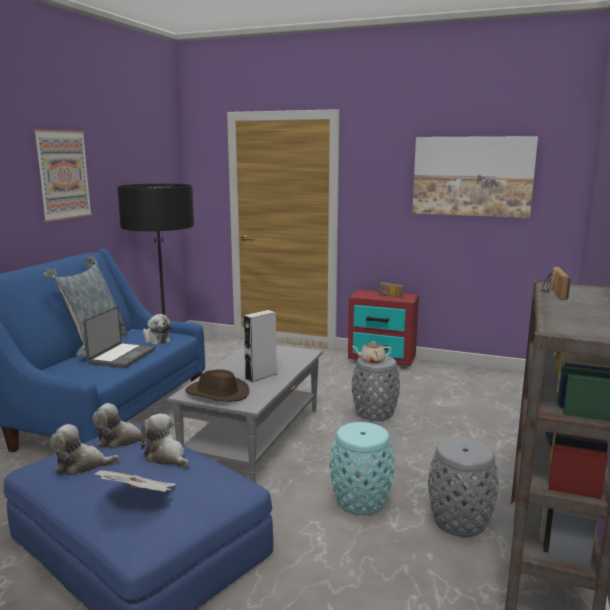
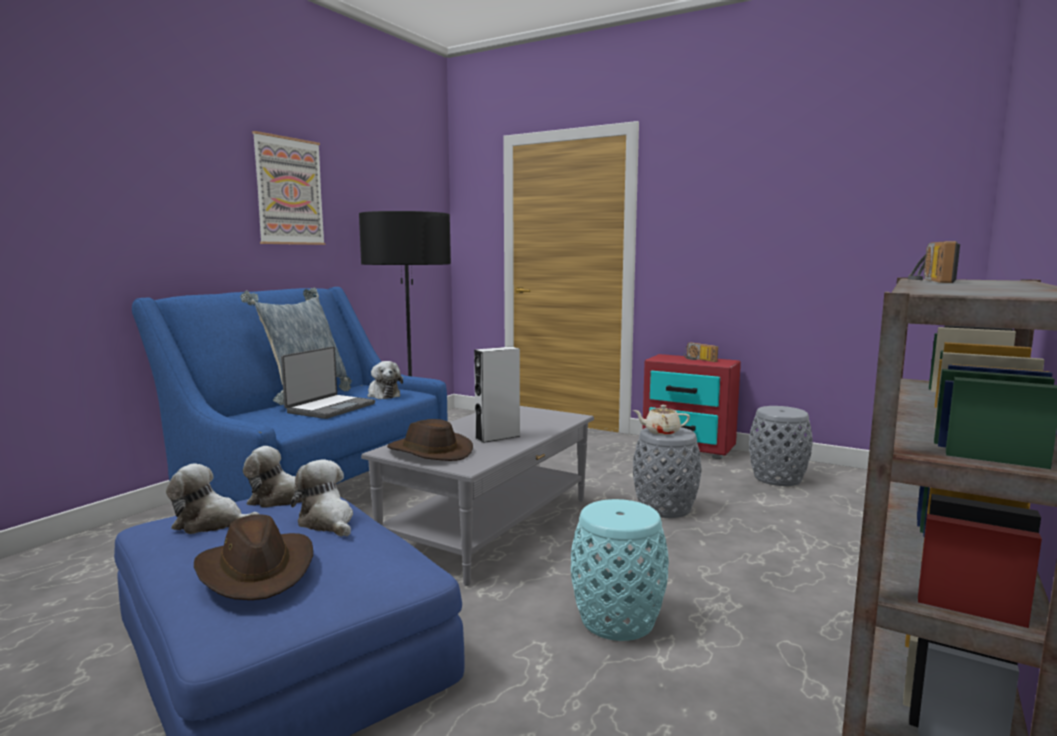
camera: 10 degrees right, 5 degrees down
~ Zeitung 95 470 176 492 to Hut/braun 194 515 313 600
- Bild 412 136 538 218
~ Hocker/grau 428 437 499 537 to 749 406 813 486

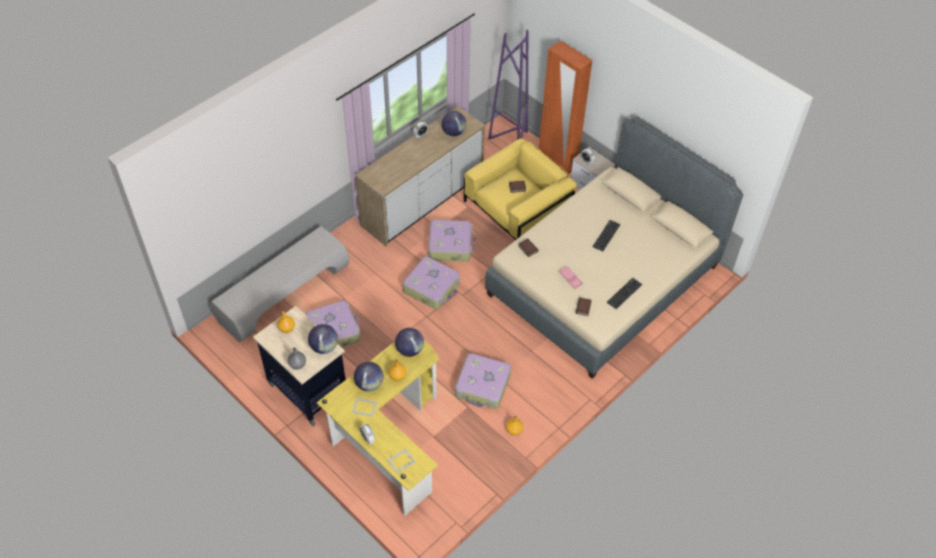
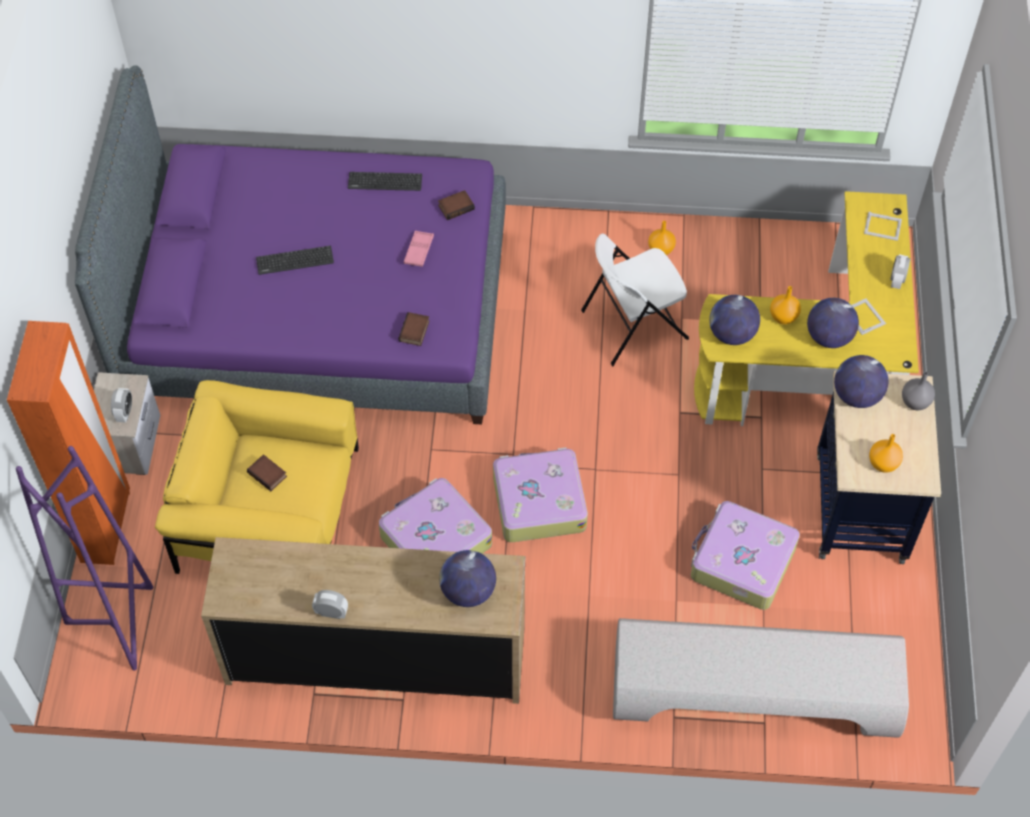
camera: 130 degrees left, 5 degrees up
~ Globus 441 111 466 136 to 439 550 496 607
~ Koffer 455 353 511 409 to Stuhl/weiß 581 233 689 366
~ Bett/beige 485 116 743 379 to Bett/lila 75 65 506 424

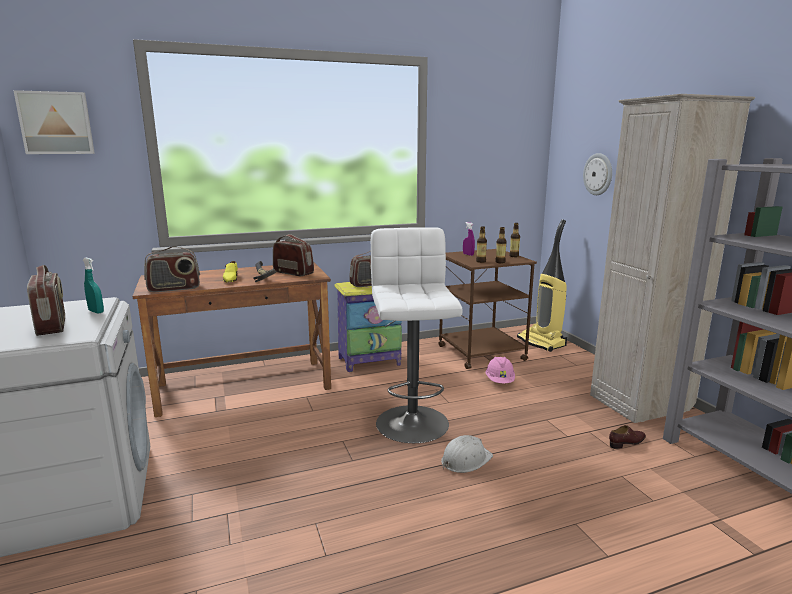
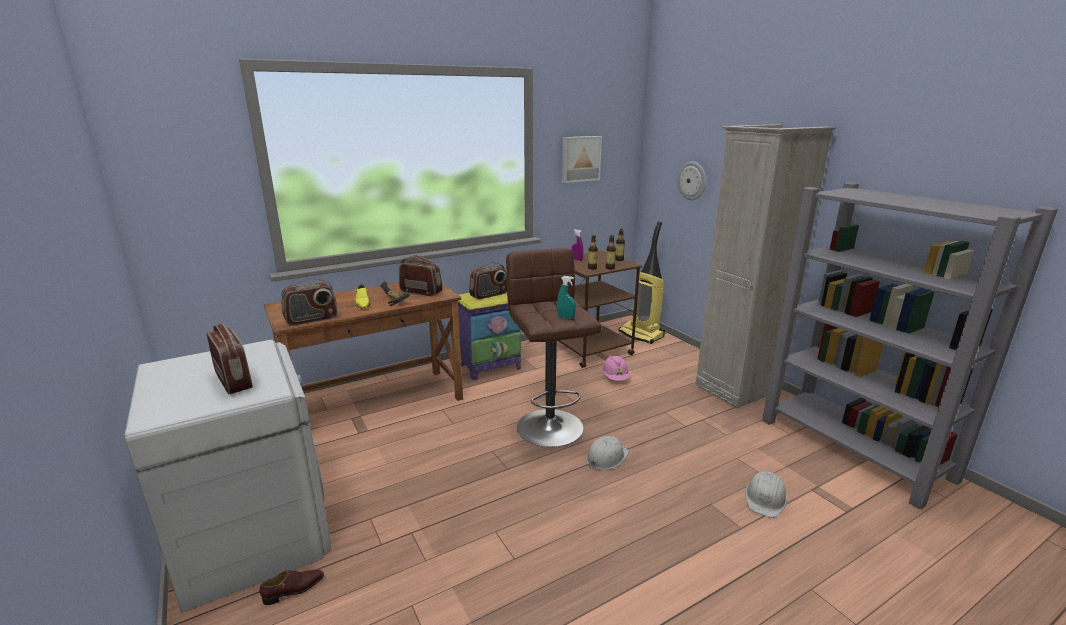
camera: 10 degrees left, 5 degrees up
~ Bild 13 90 95 154 to 562 136 602 183
~ Sprühflasche/türkis 83 258 104 313 to 557 276 575 319
~ Hocker/weiß 371 227 463 443 to Hocker/braun 506 248 601 447
~ Schuh/braun 609 425 646 449 to 260 569 324 605
+ Schutzhelm/weiß 745 471 787 518

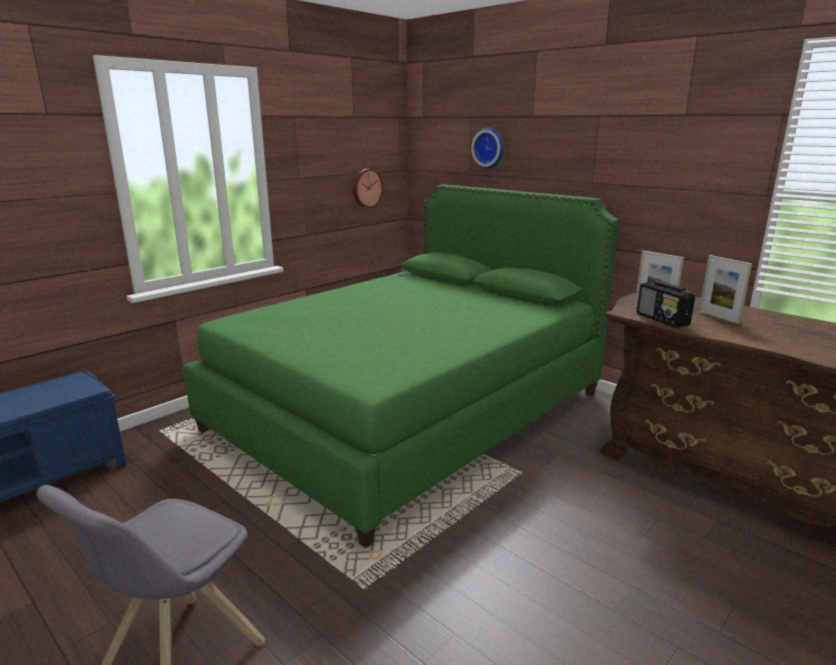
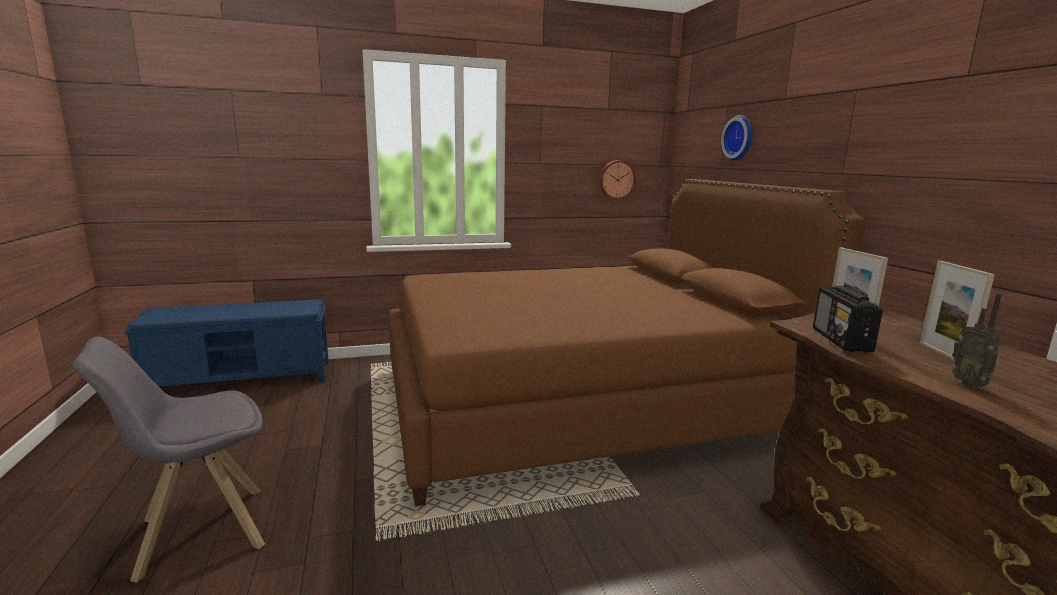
camera: 30 degrees right, 5 degrees down
~ Bett/grün 183 184 619 548 to Bett/braun 389 179 865 506
+ Radio 952 293 1002 387

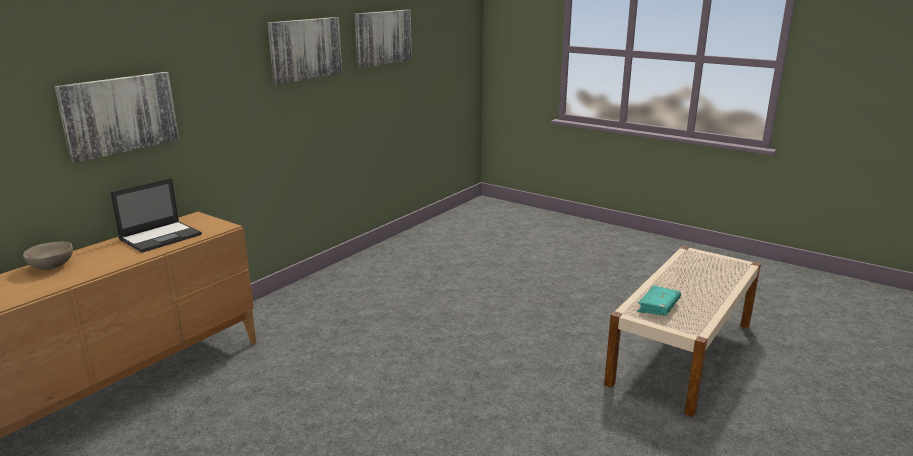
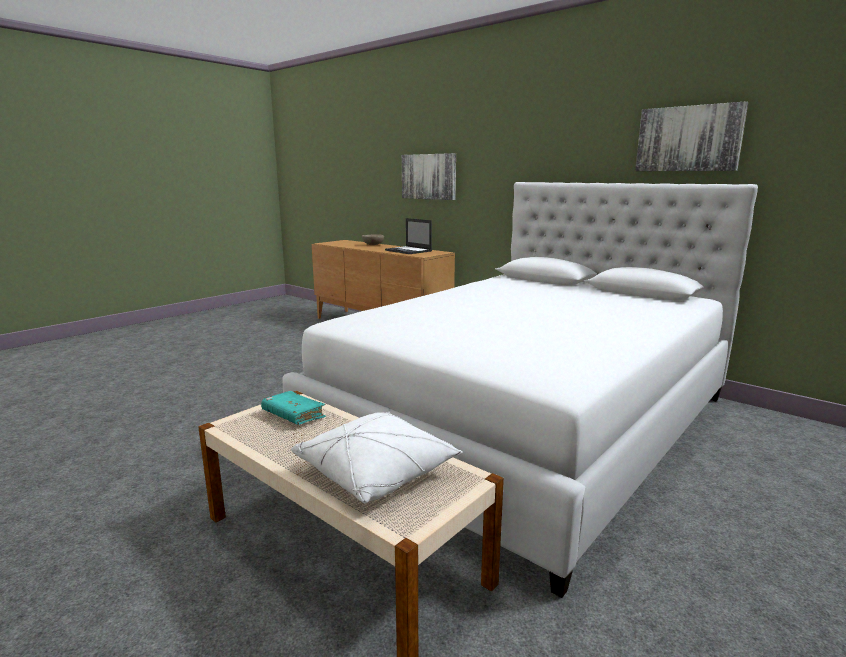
camera: 95 degrees right, 5 degrees down
- Bild 268 17 342 84
+ Bett/weiß 282 182 758 598
+ Kissen/weiß 291 412 463 503

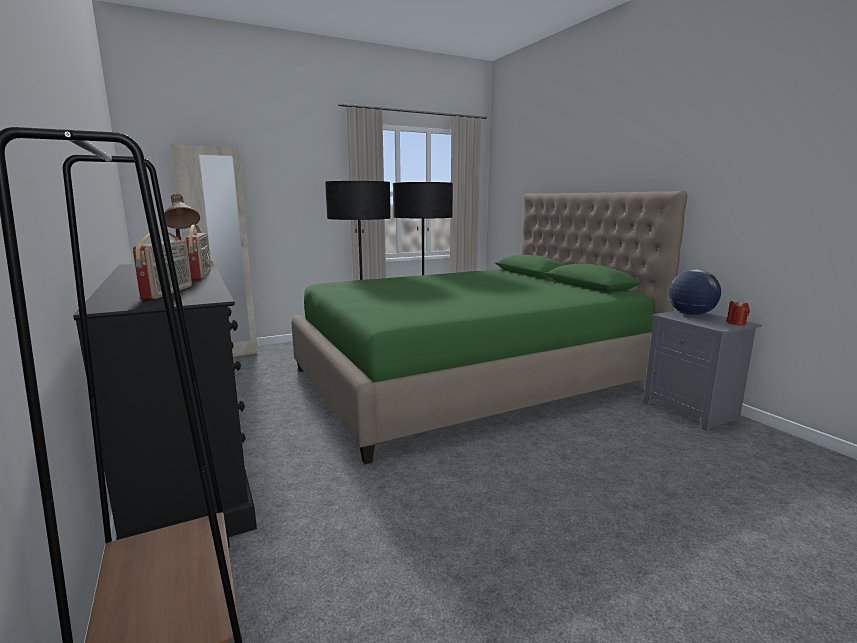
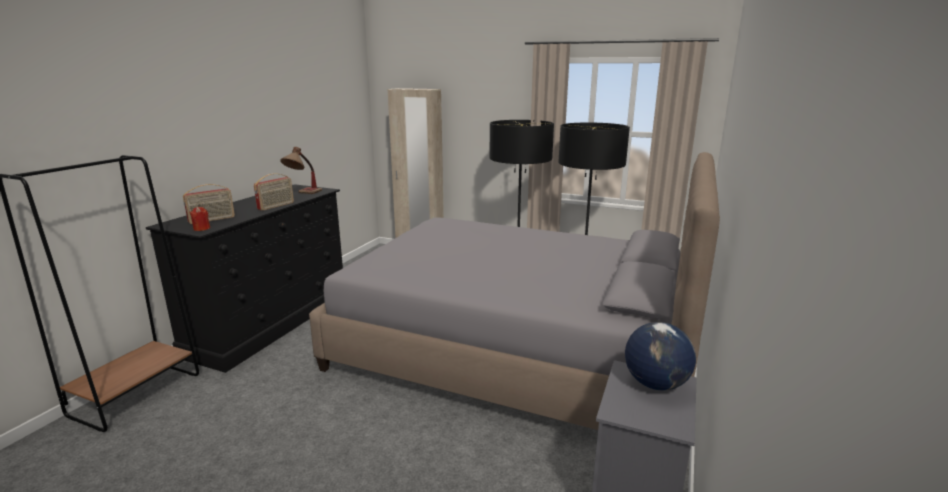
camera: 50 degrees right, 5 degrees up
~ Bett/grün 292 191 687 464 to Bett/grau 309 152 720 430
~ Kerze/rot 726 300 750 326 to 190 207 210 231

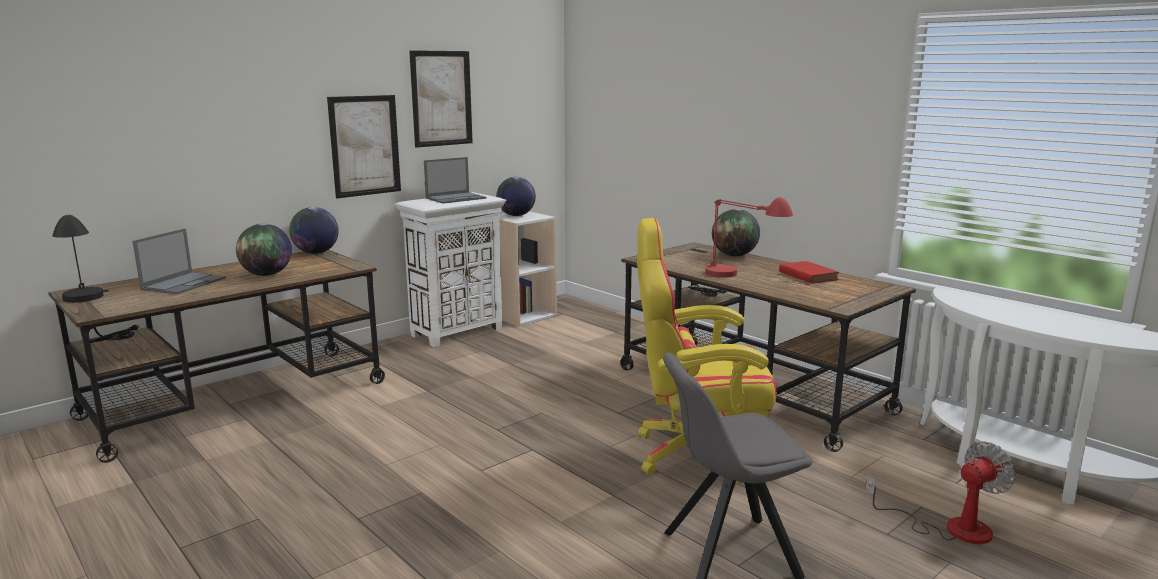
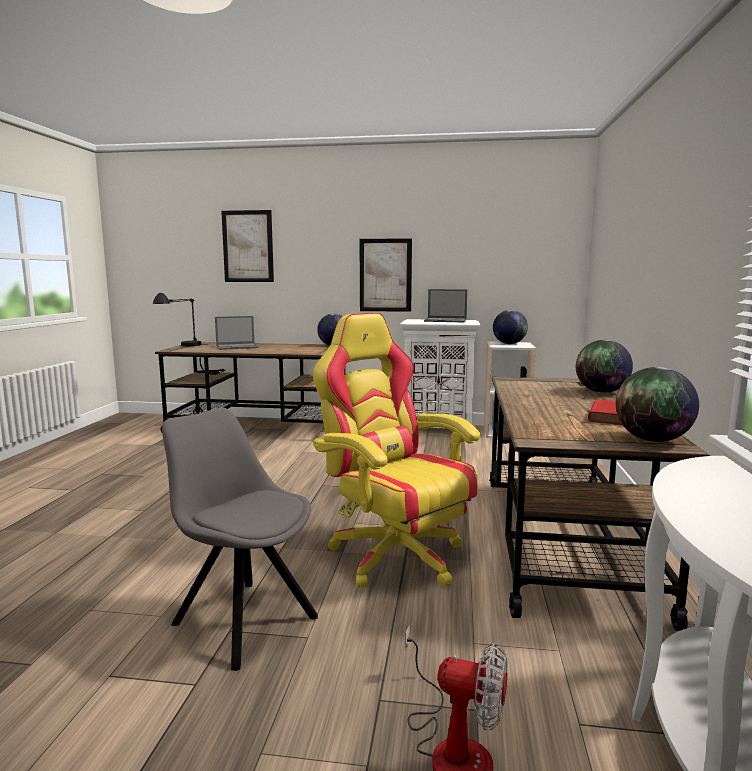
camera: 50 degrees right, 5 degrees down
~ Globus 236 224 292 276 to 616 367 699 442
~ Bild 409 50 473 148 to 221 210 274 282
- Tischlampe/rot 705 197 793 278

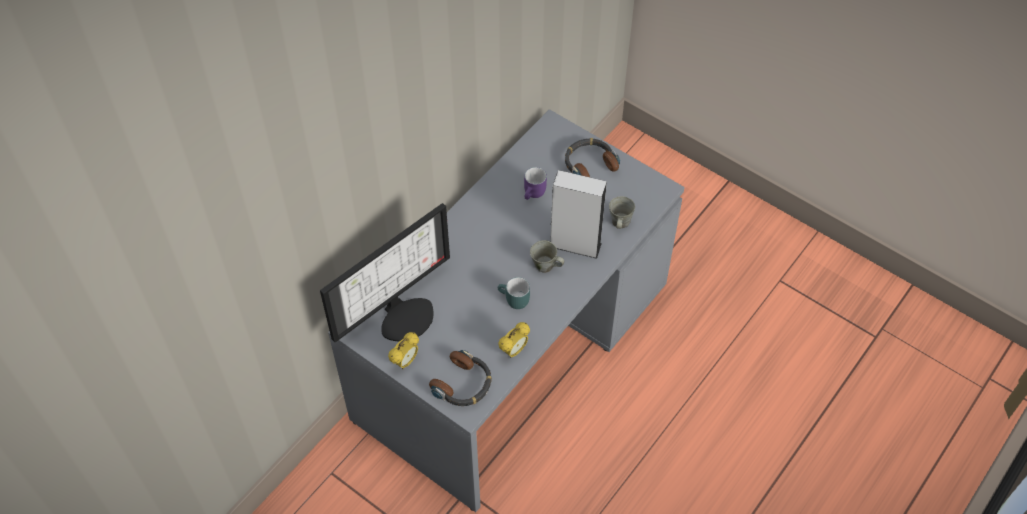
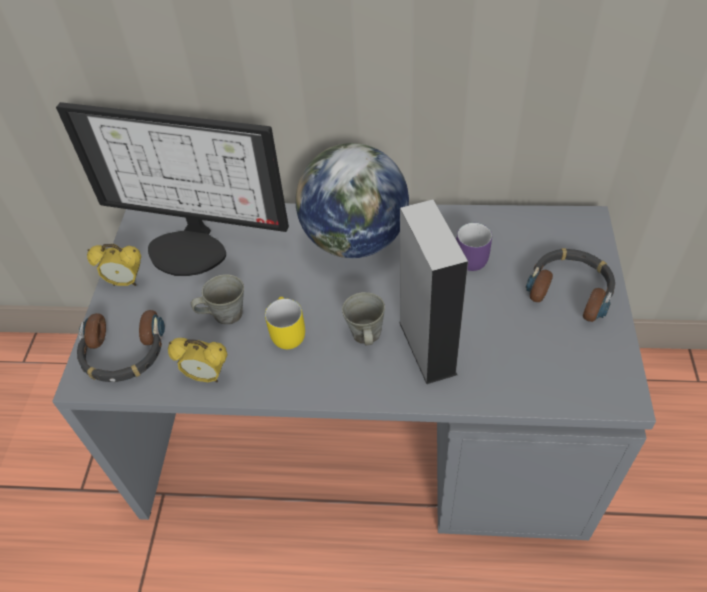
camera: 60 degrees right, 5 degrees down
~ Henkelbecher/türkis 498 277 530 309 to Henkelbecher/gelb 265 297 305 349
~ Henkelbecher/grau 609 196 635 229 to 191 274 244 324
+ Globus 296 143 409 258

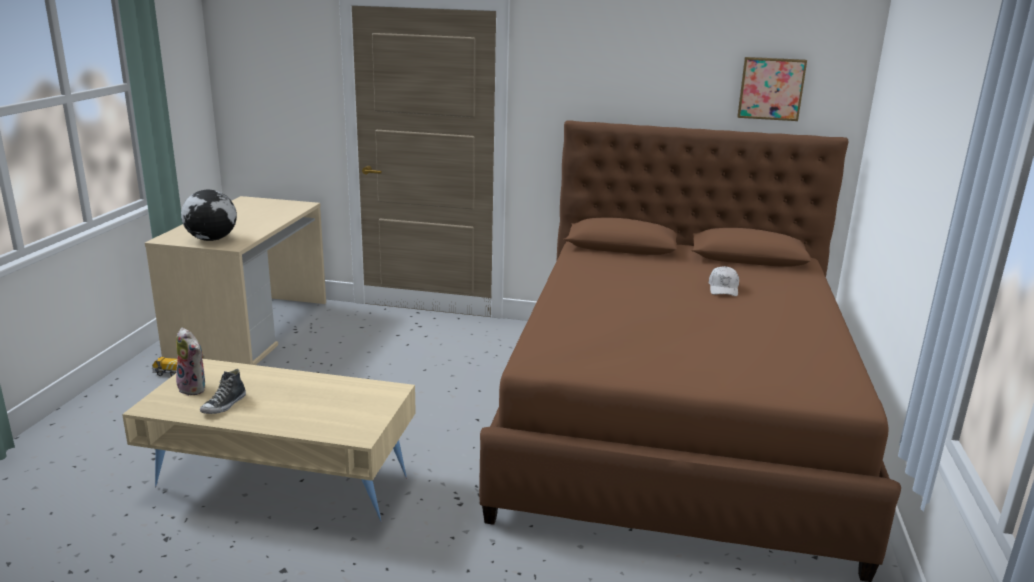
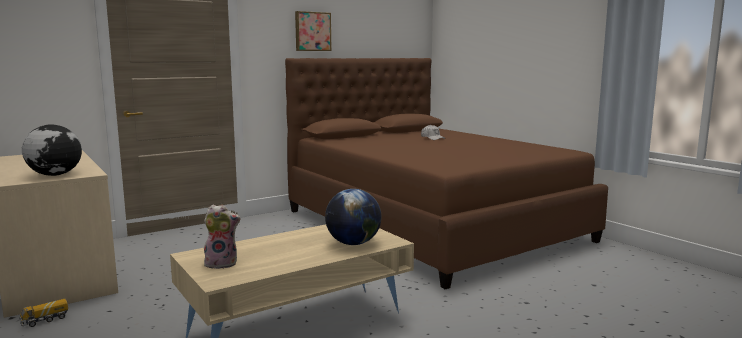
camera: 45 degrees left, 10 degrees down
- Schuh 200 369 246 414
~ Bild 737 57 807 121 to 295 11 331 51
+ Globus 325 189 382 245

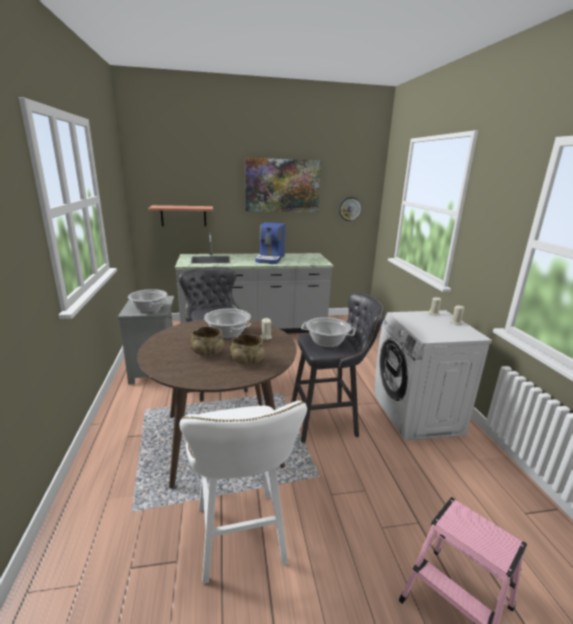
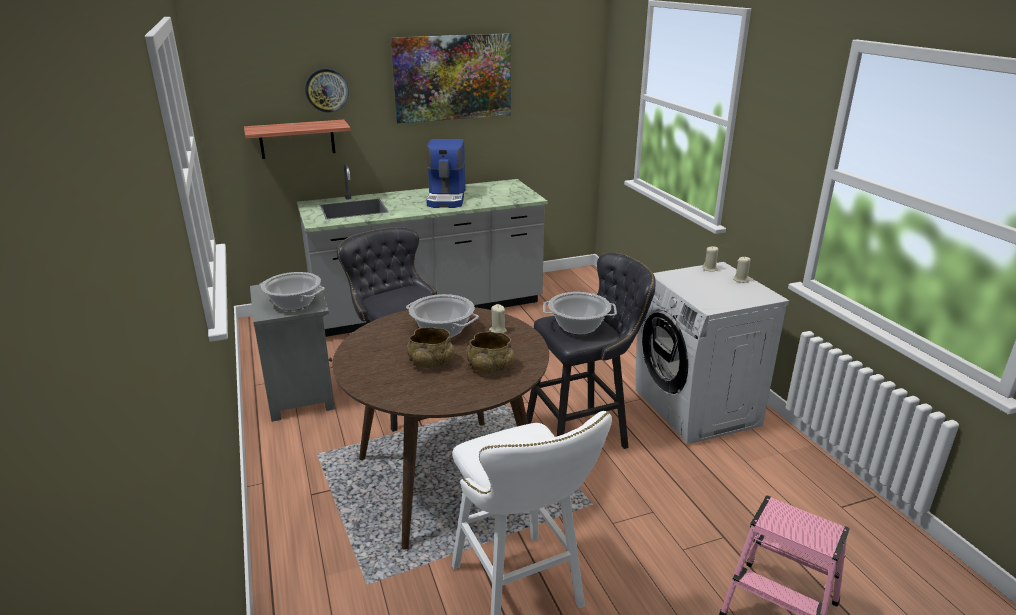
camera: 10 degrees left, 5 degrees up
~ Wanduhr 339 197 362 221 to 305 69 348 113

